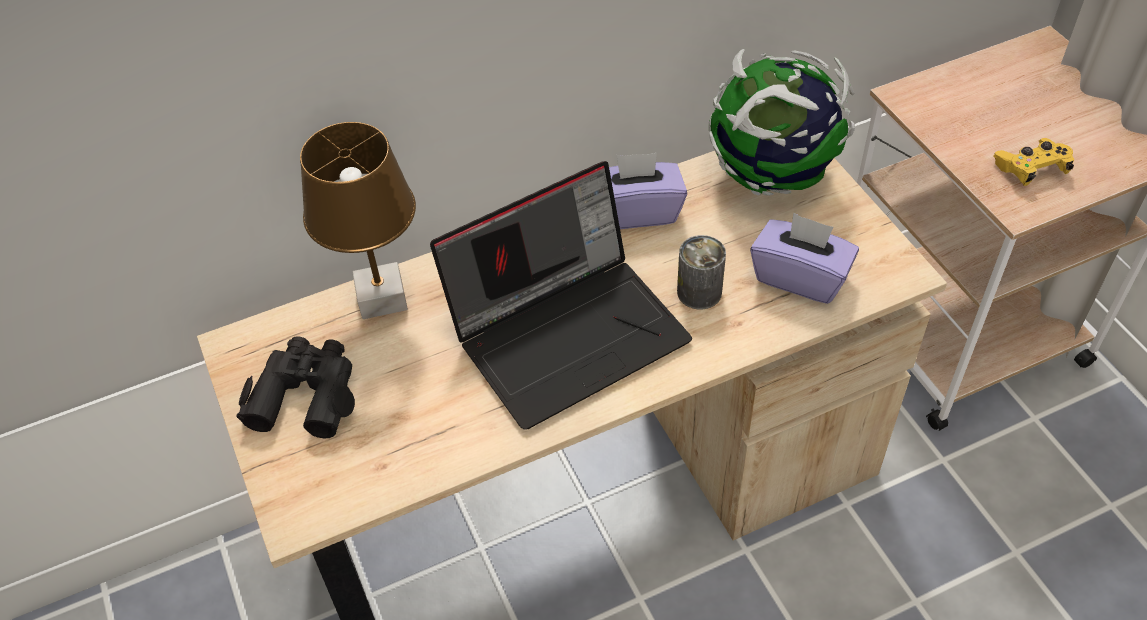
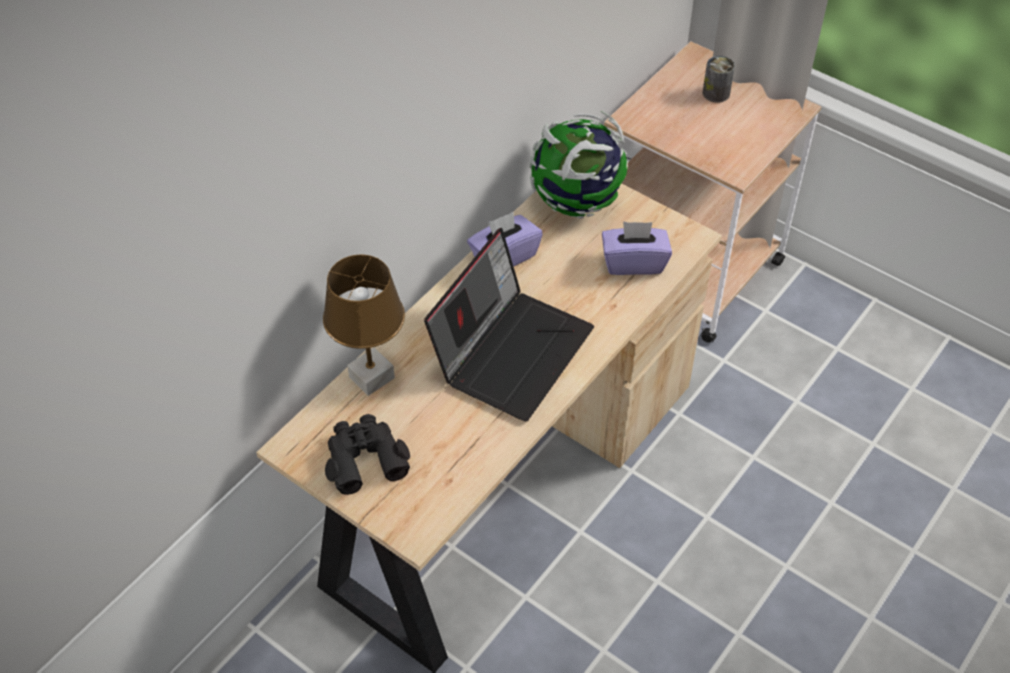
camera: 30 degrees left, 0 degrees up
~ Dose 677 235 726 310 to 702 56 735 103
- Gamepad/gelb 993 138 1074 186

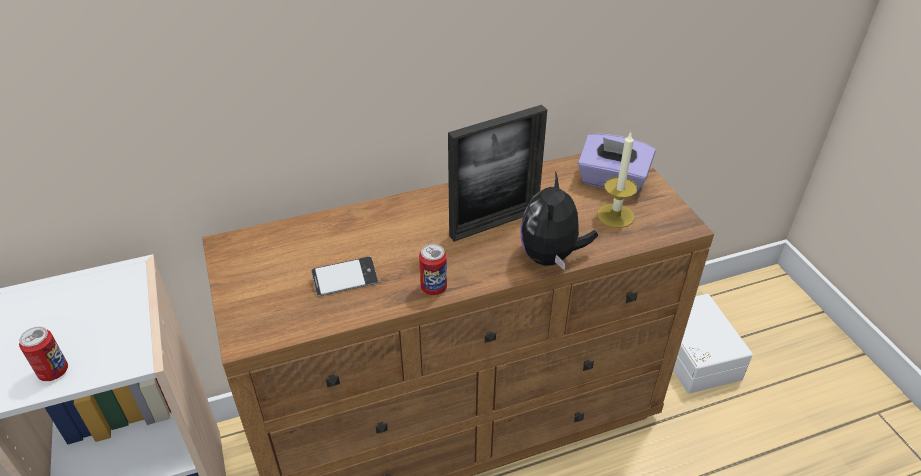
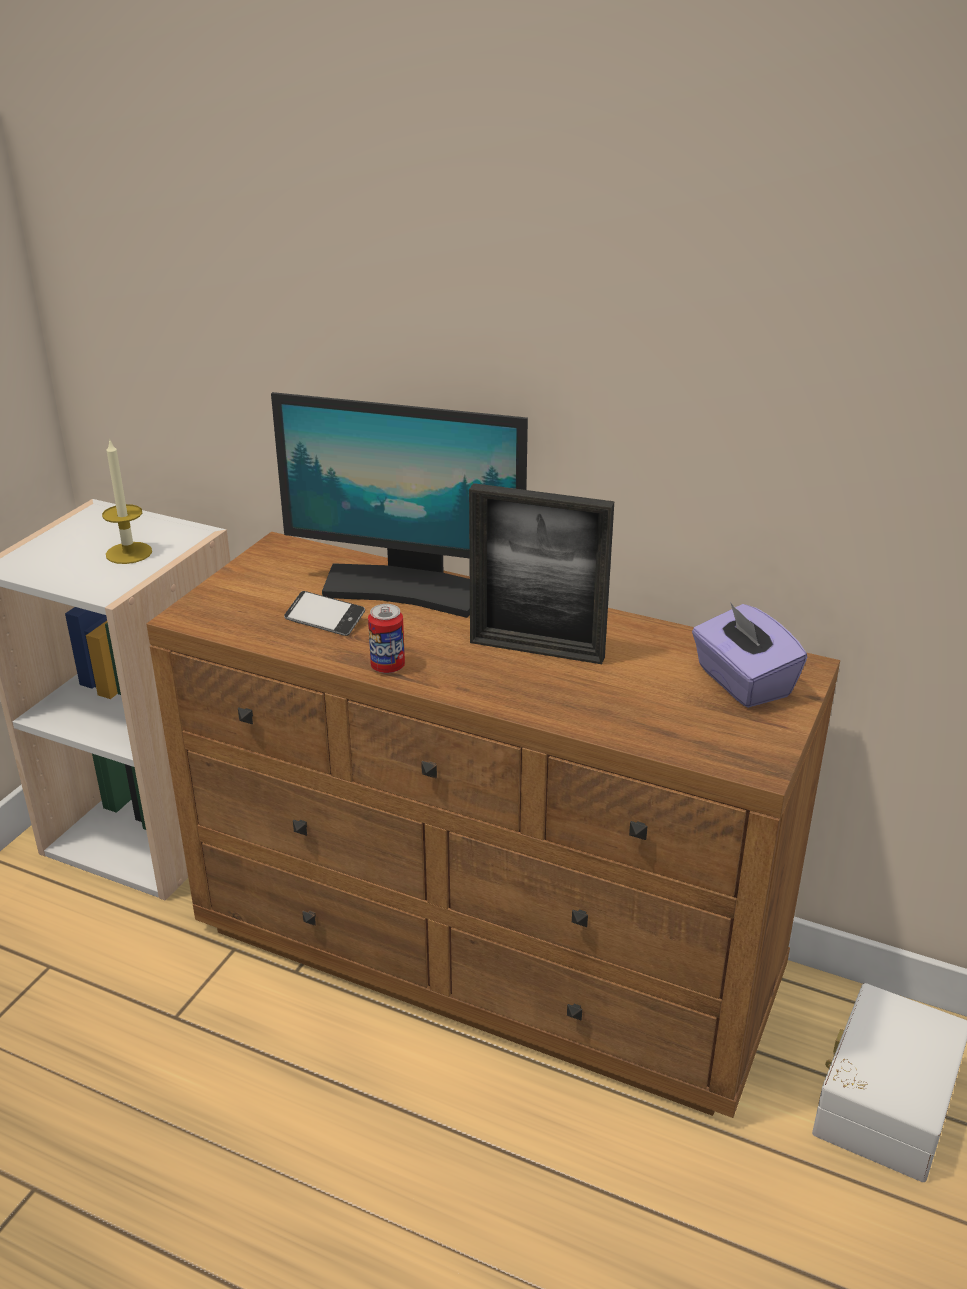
camera: 45 degrees right, 10 degrees down
- Dose 19 327 68 381
- Plüschtier 520 171 598 270
~ Kerze 597 131 637 228 to 102 438 152 564
+ Monitor 271 392 528 618

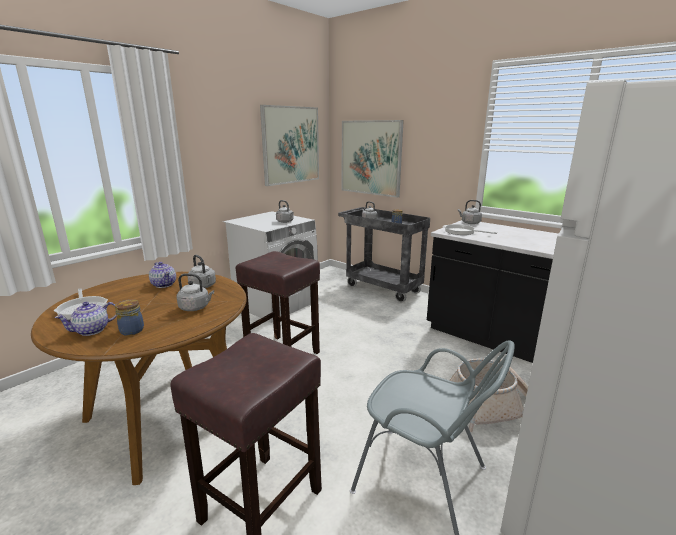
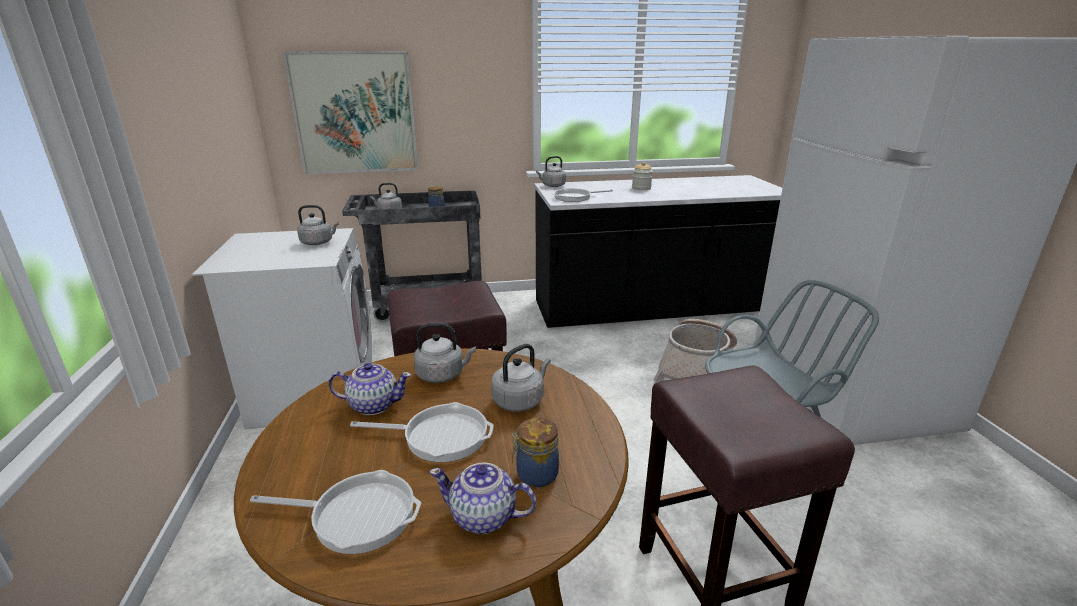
camera: 50 degrees left, 5 degrees up
~ Teekanne 55 302 117 336 = 429 462 536 534 105 degrees clockwise
- Bild 260 105 319 186
+ Pfanne 350 402 494 462
+ Vorratsglas 632 162 653 190

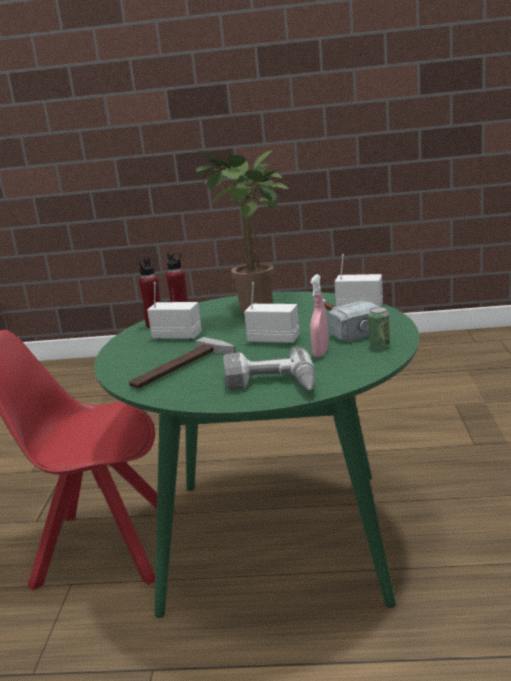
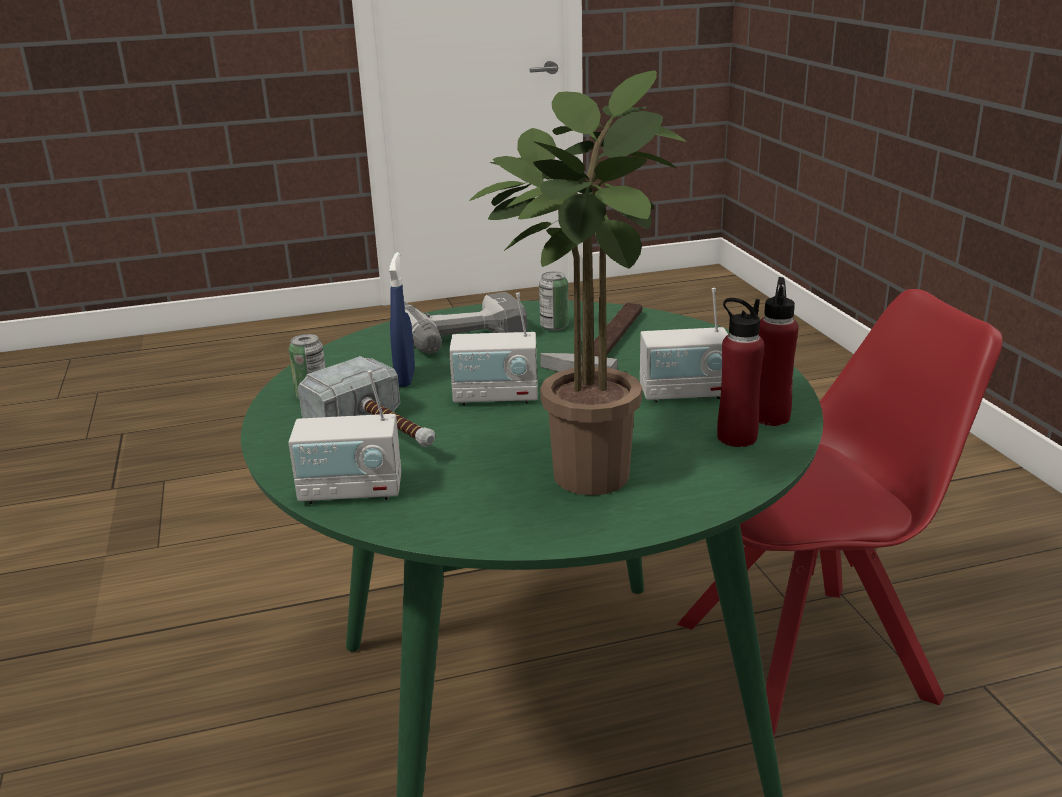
camera: 160 degrees right, 5 degrees up
~ Sprühflasche/rosa 310 274 328 357 to Sprühflasche/blau 389 252 415 387
+ Dose 539 271 569 331

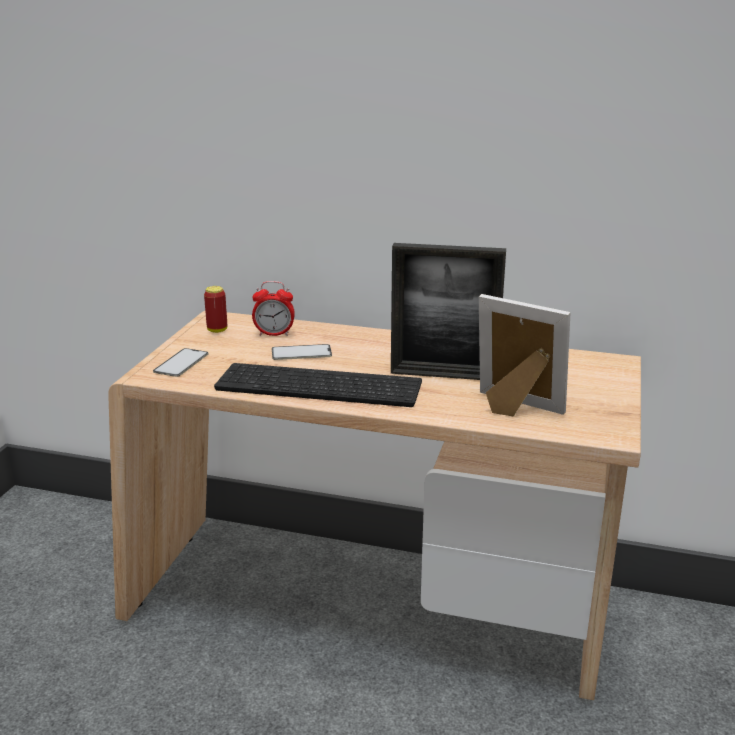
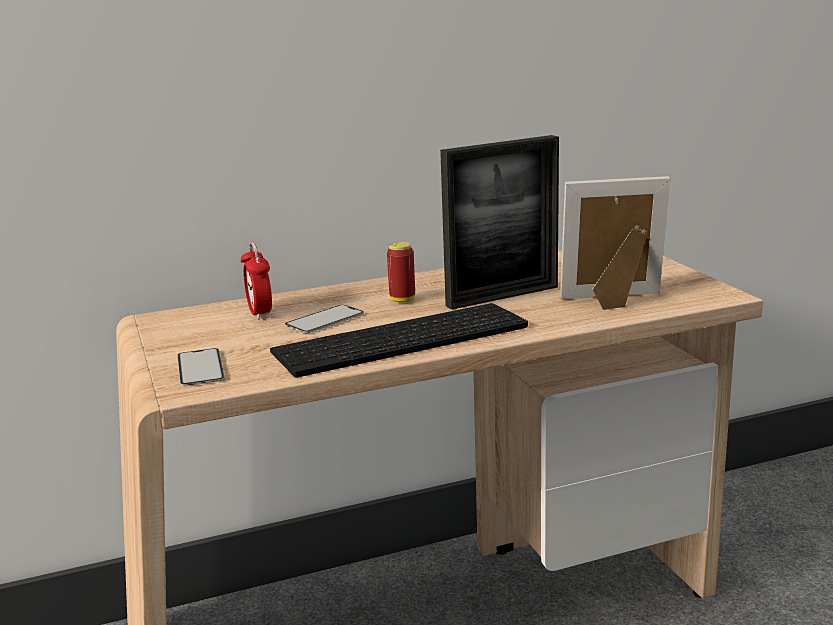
camera: 35 degrees left, 5 degrees down
~ Dose 204 286 227 333 to 387 242 415 303
~ Wecker 252 281 295 336 = 241 242 272 320 105 degrees clockwise

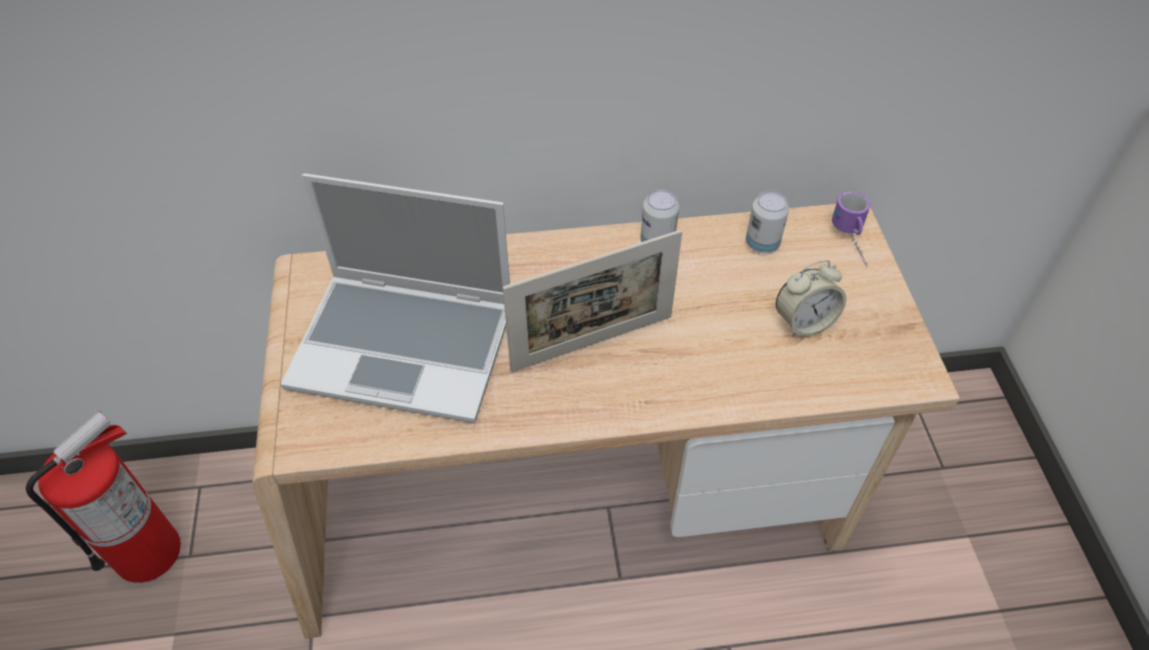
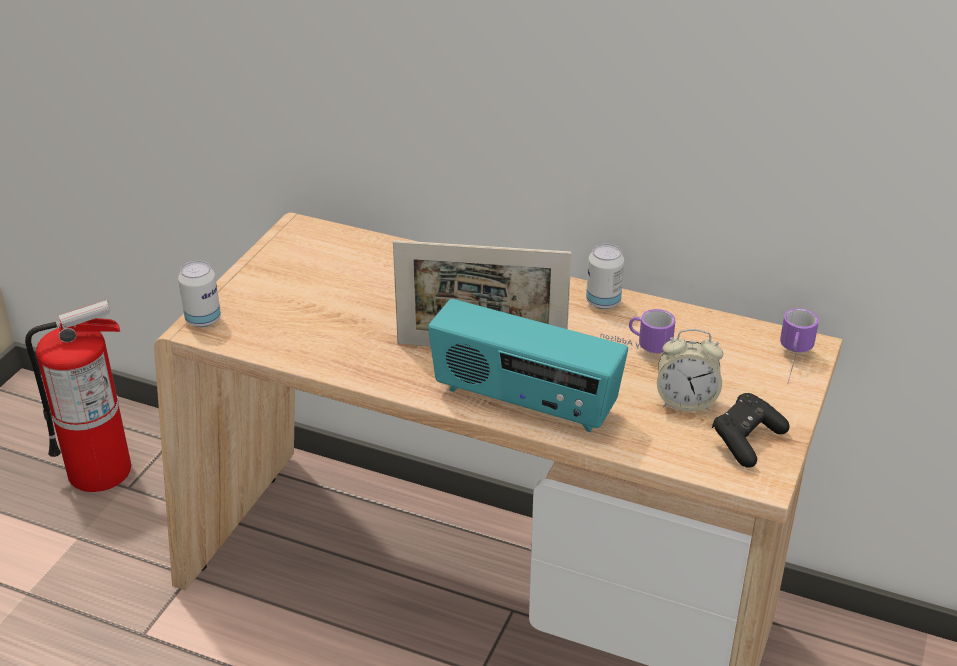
camera: 30 degrees right, 15 degrees down
- Laptop 280 173 510 423
~ Dose 746 190 789 253 to 178 261 221 327
+ Radio 428 299 628 432
+ Henkelbecher 600 309 676 353
+ Gamepad/schwarz 712 393 789 468

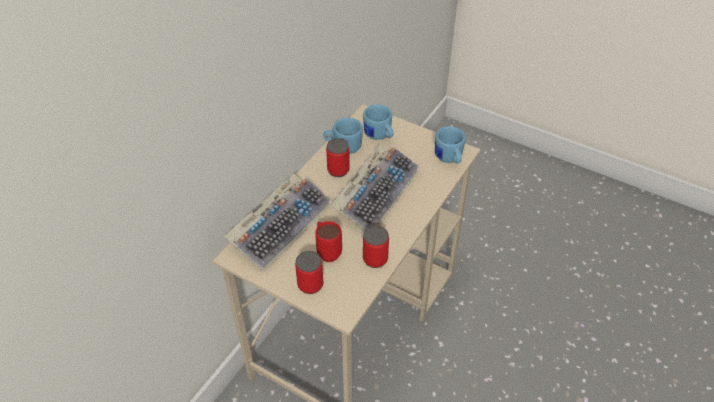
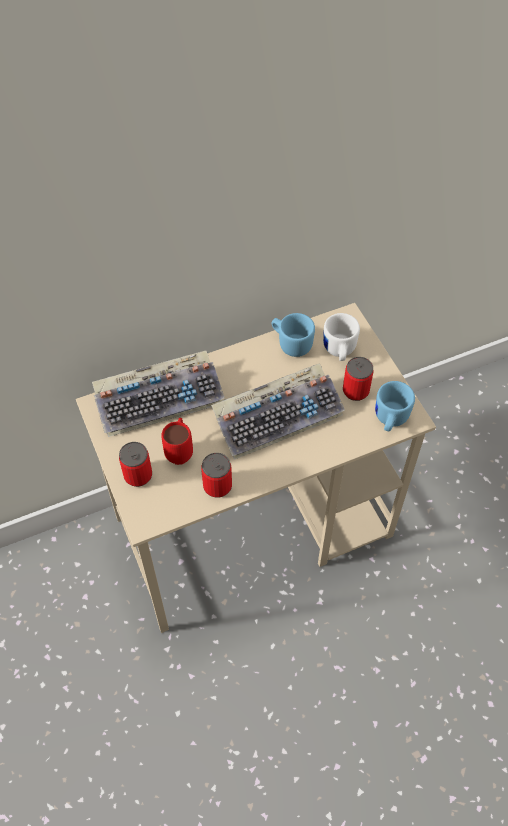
camera: 35 degrees right, 10 degrees up
~ Dose 326 138 350 177 to 343 357 374 401
~ Henkelbecher/blau 363 104 394 140 to Henkelbecher/weiß 323 313 360 361

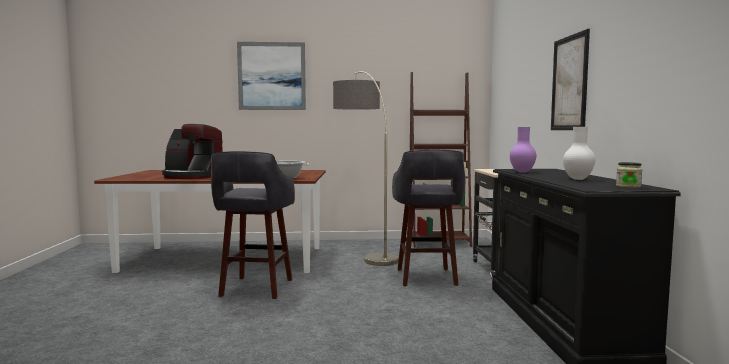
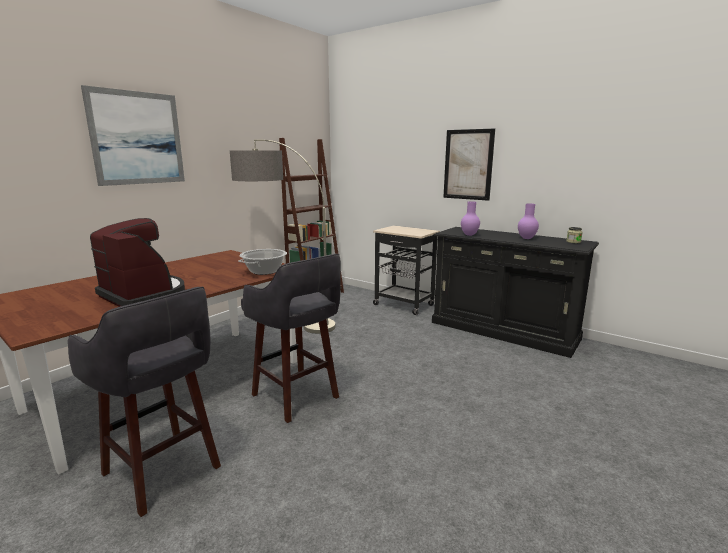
camera: 50 degrees left, 10 degrees up
~ Kaffeemaschine 162 124 223 179 = 90 218 185 307 105 degrees counterclockwise
~ Hocker/grau 392 150 465 286 to 68 287 221 517
~ Vase/weiß 563 127 595 180 to Vase/lila 518 204 539 239

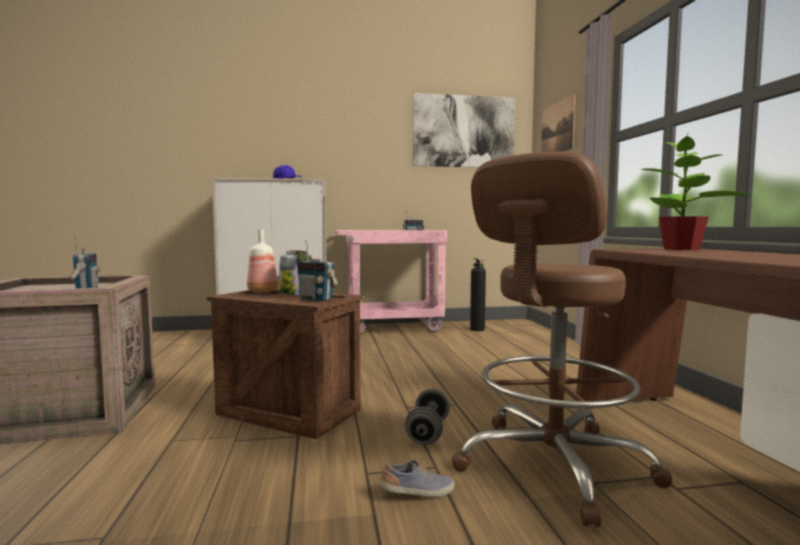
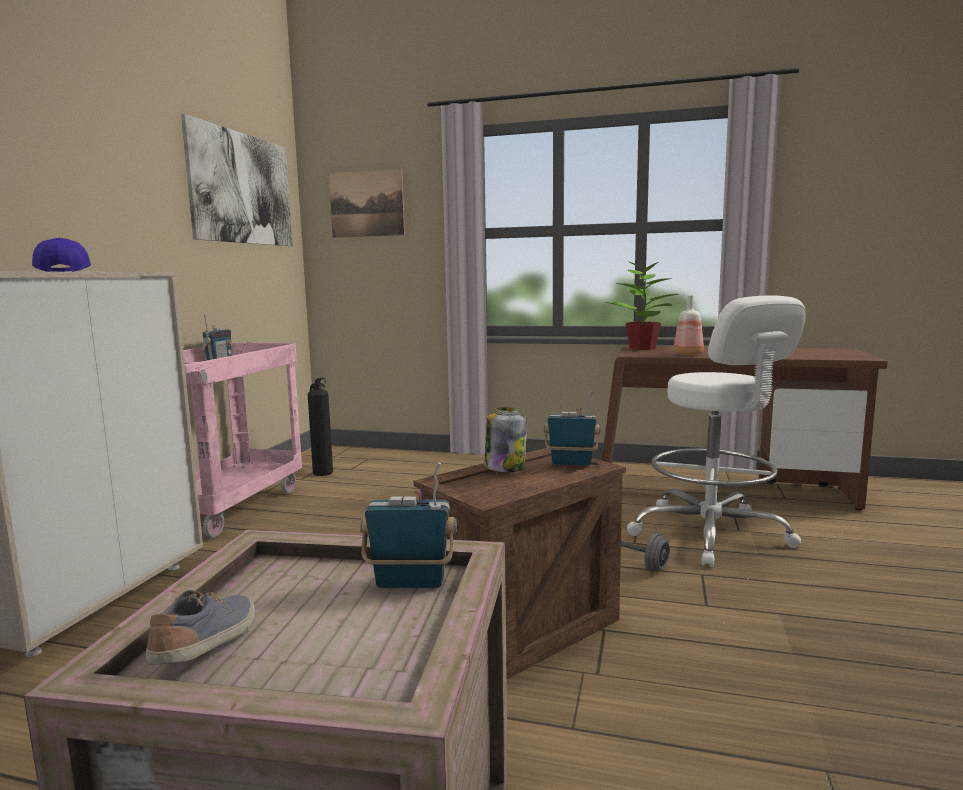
camera: 65 degrees left, 5 degrees up
~ Flasche 247 229 278 292 to 674 296 704 356
~ Radio 297 241 338 301 = 544 391 600 466 135 degrees counterclockwise
~ Schuh 379 460 455 497 to 146 590 256 665
~ Hocker/braun 452 151 672 527 to Hocker/weiß 627 296 806 567

